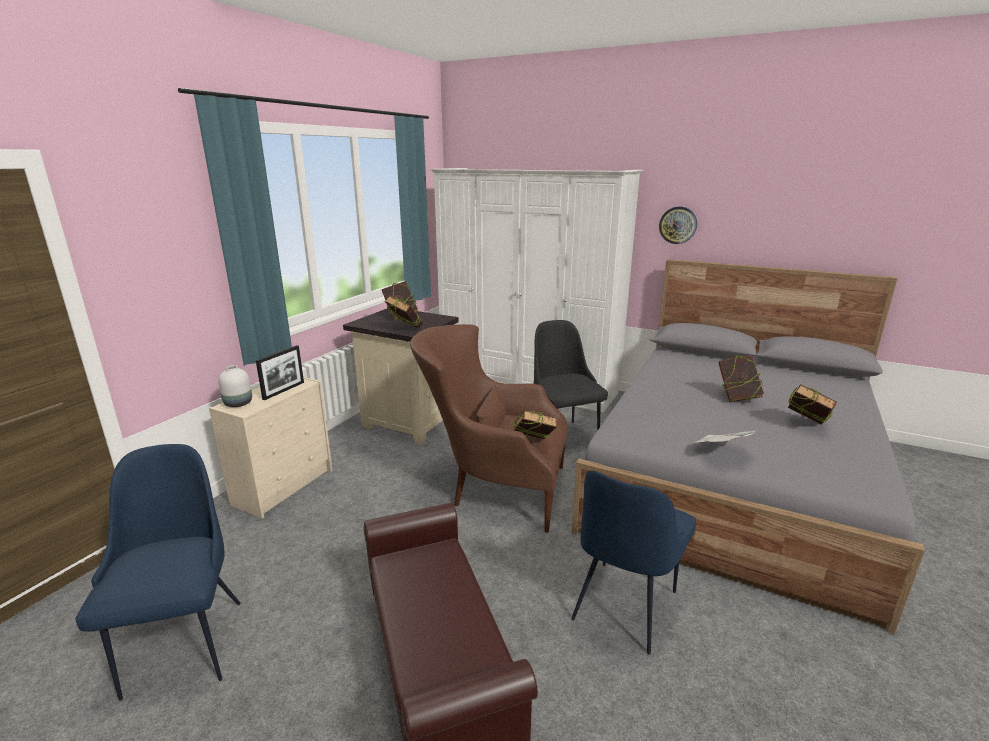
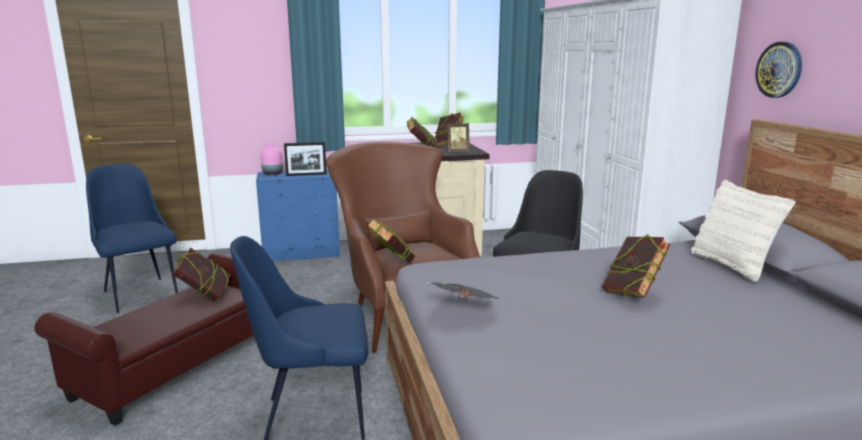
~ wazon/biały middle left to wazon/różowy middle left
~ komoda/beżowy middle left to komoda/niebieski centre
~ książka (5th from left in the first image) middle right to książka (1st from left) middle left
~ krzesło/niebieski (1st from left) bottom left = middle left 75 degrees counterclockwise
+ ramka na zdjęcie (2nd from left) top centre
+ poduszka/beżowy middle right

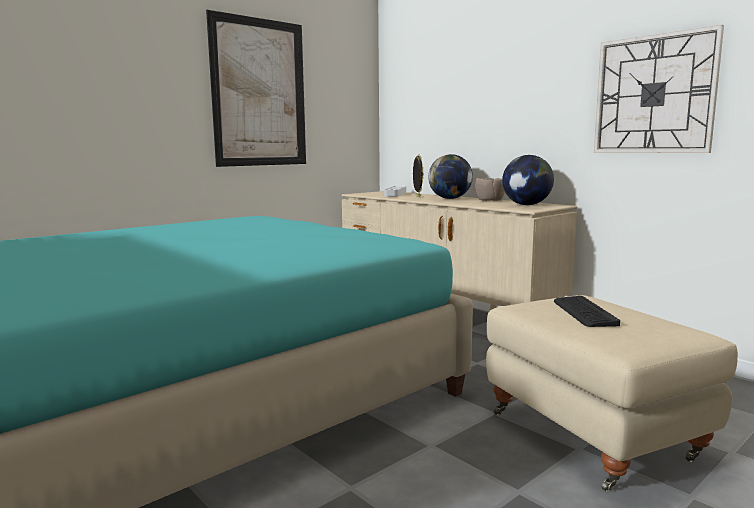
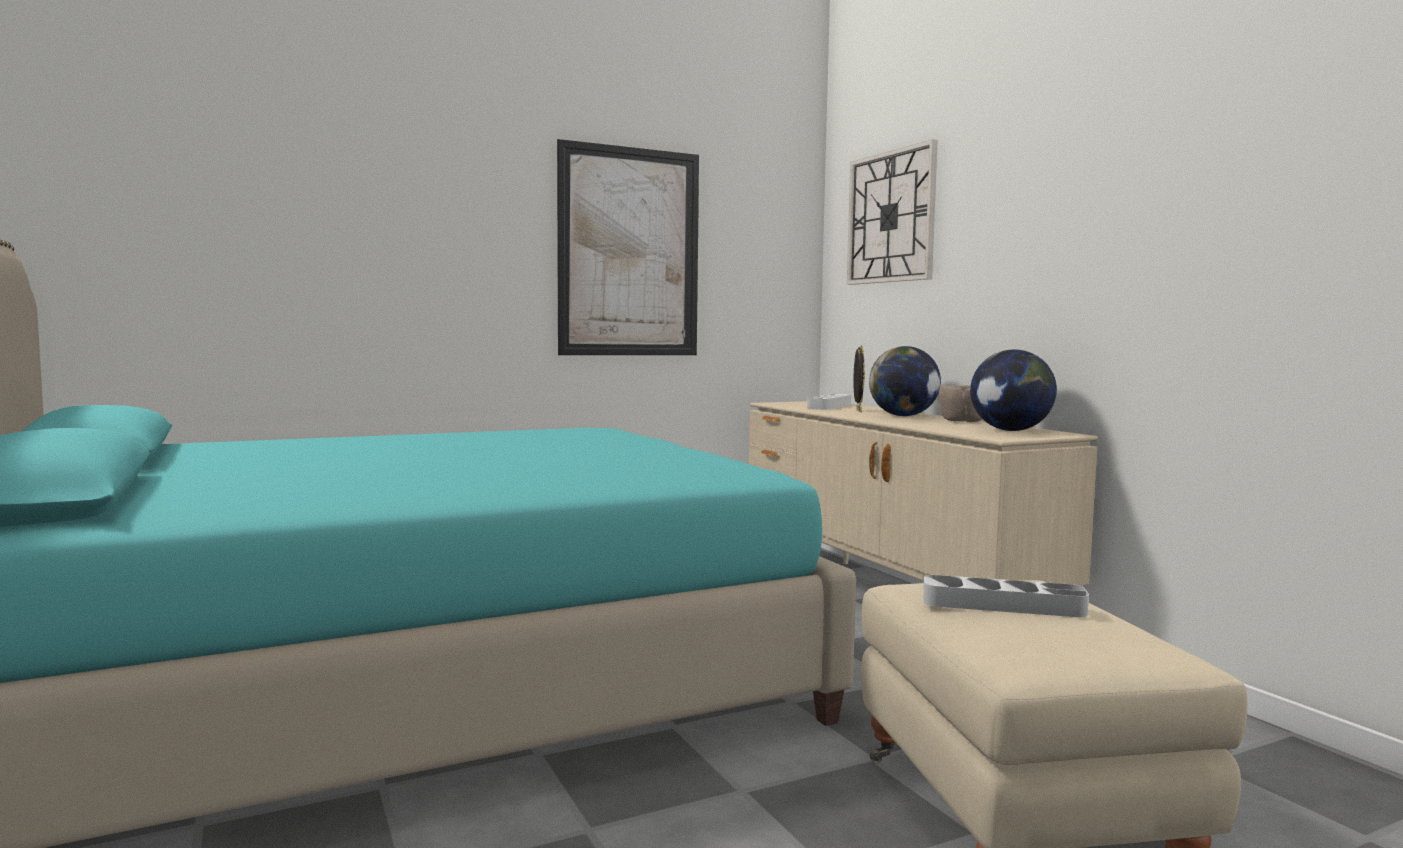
~ zegar ścienny top right to top centre
~ klawiatura middle right to taca/szary (2nd from left) bottom right

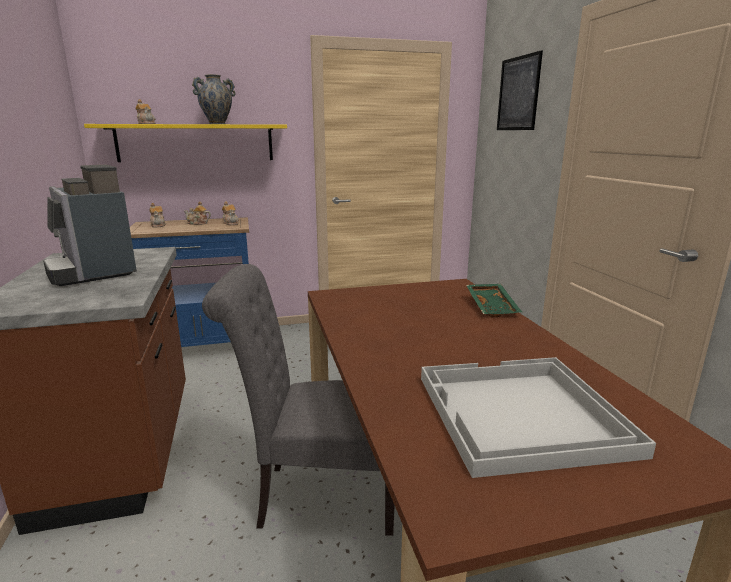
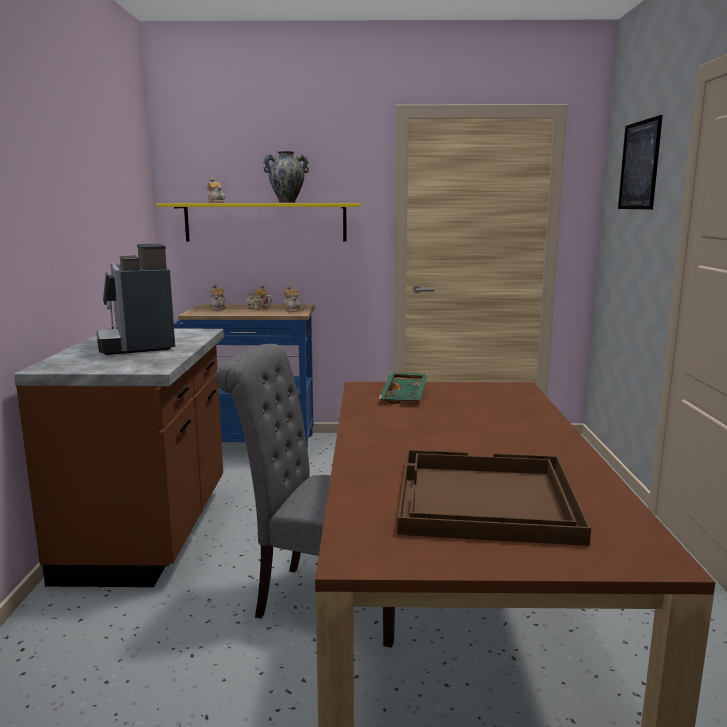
~ taca/zielony middle right to centre
~ taca/biały bottom right to taca/brązowy bottom right

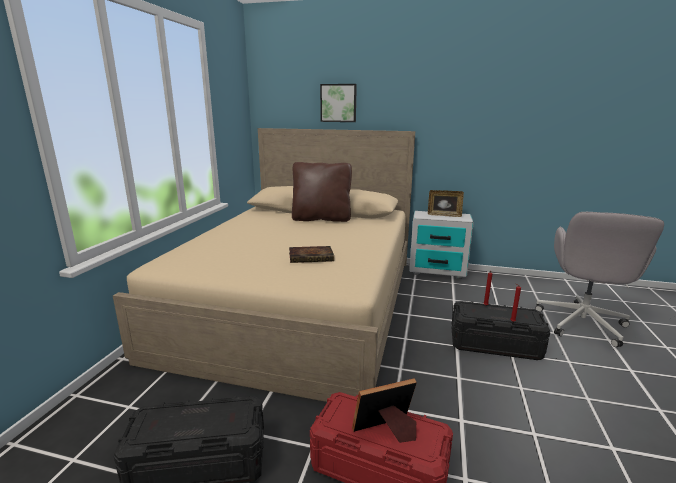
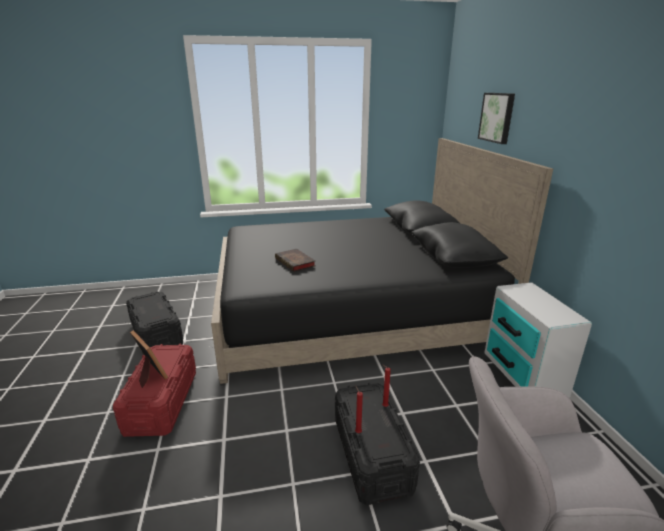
~ łóżko/beżowy centre to łóżko/czarny centre
- poduszka/brązowy centre
- ramka na zdjęcie (2nd from left) centre

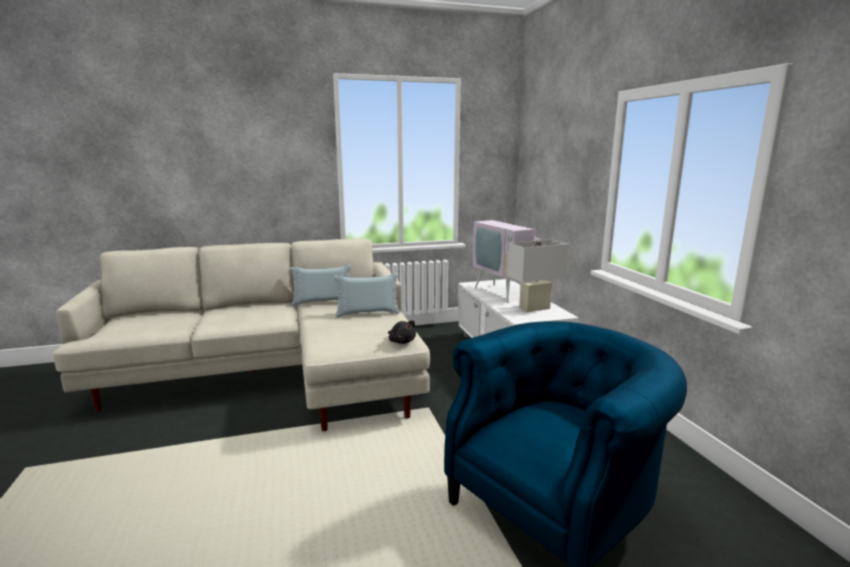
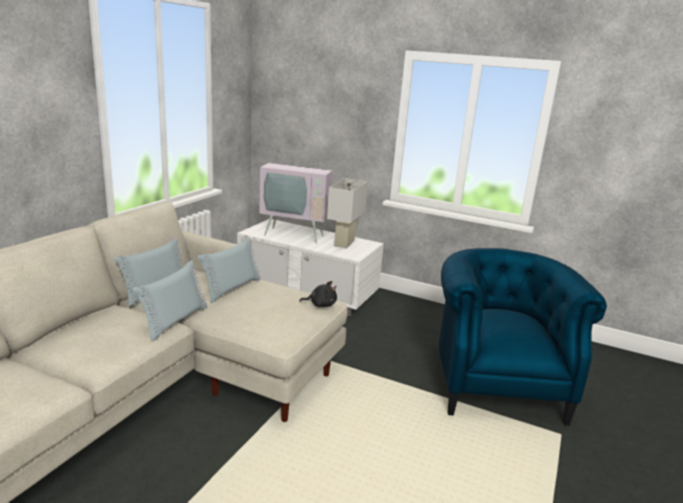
+ poduszka/niebieski (2nd from left) middle left

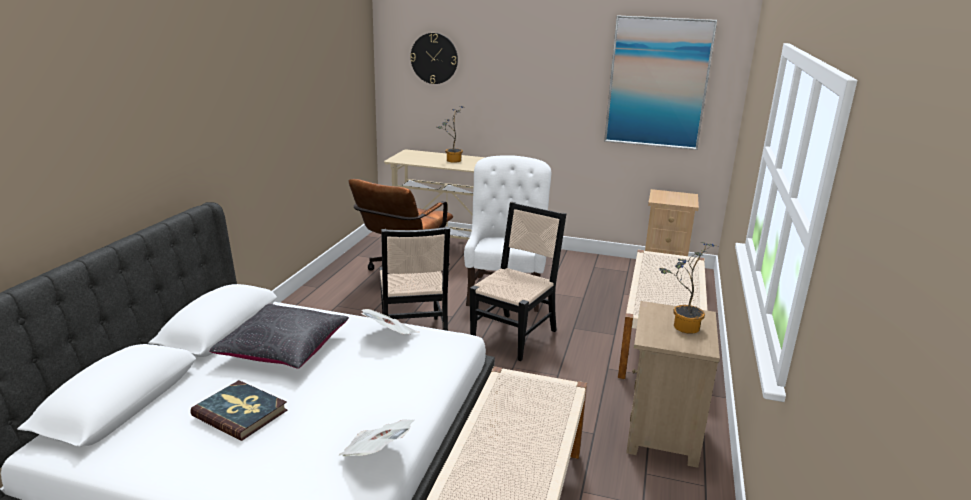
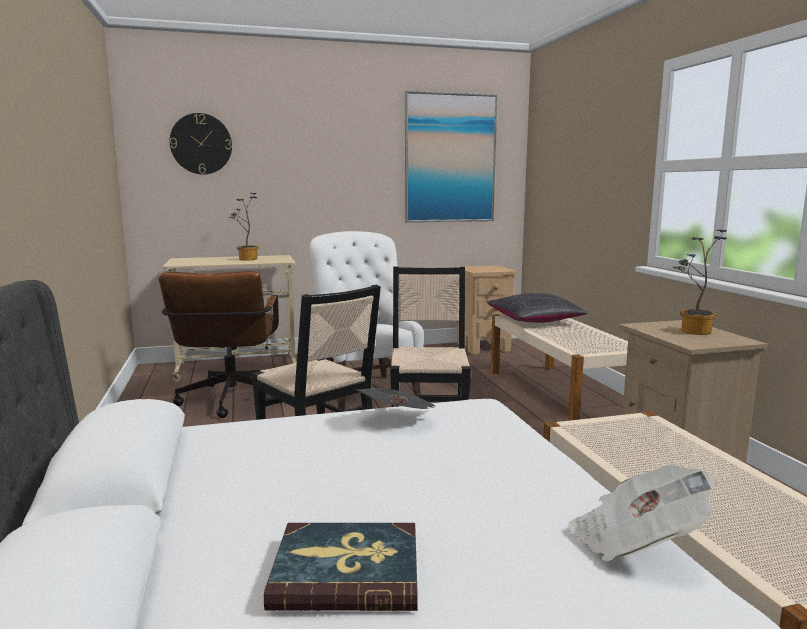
~ poduszka/czarny bottom left to centre

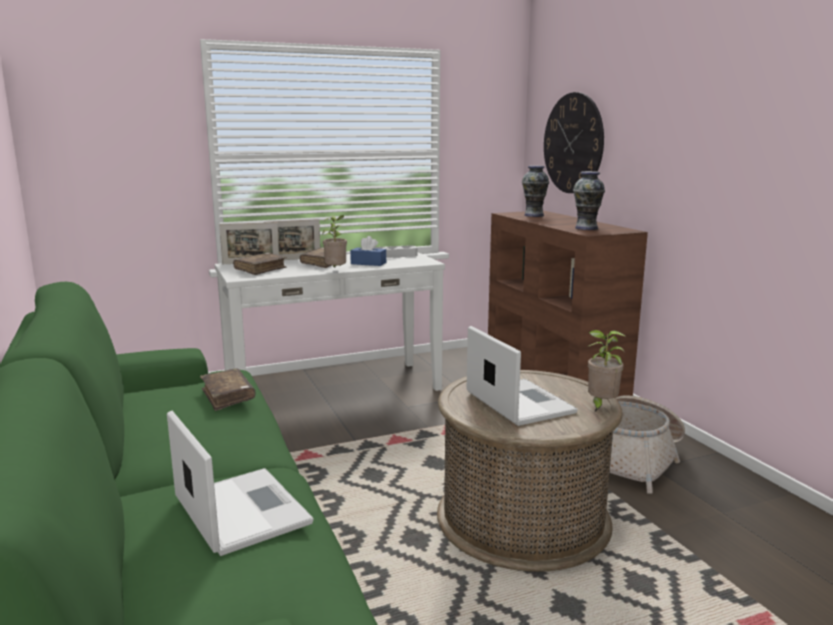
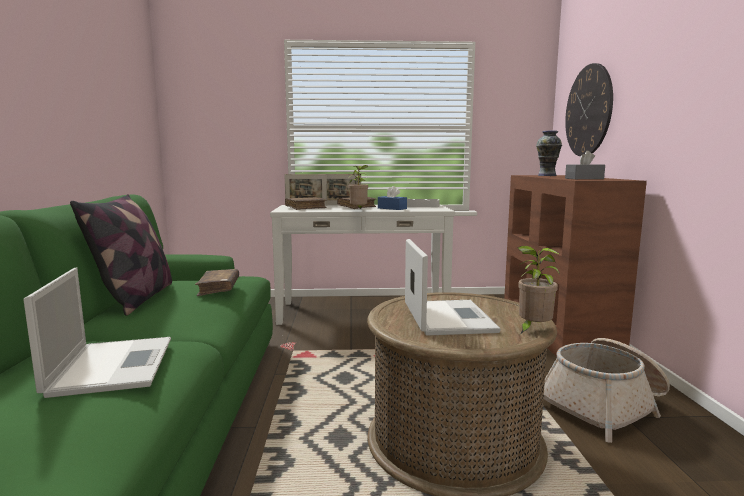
~ wazon (2nd from left) top right to pudełko chusteczek/szary top right
+ poduszka middle left

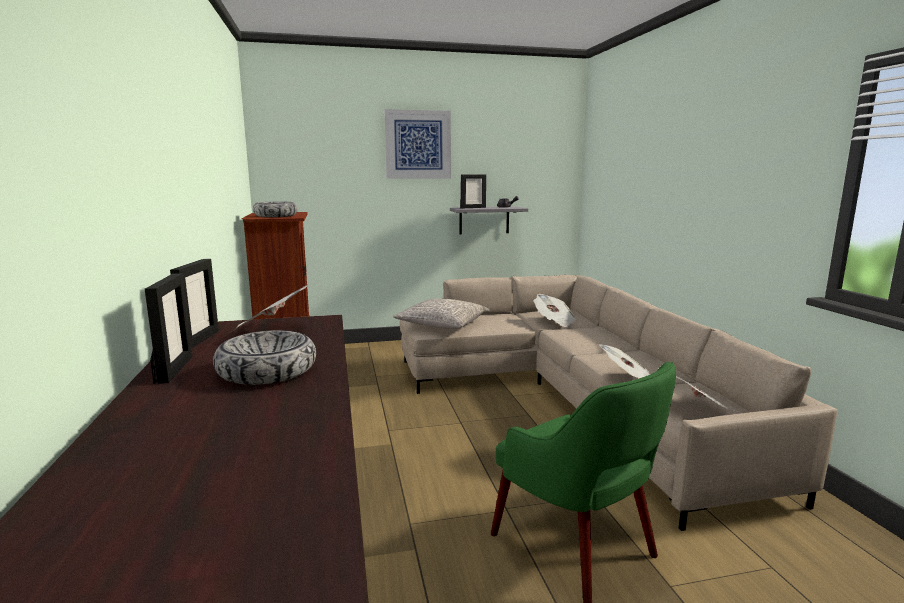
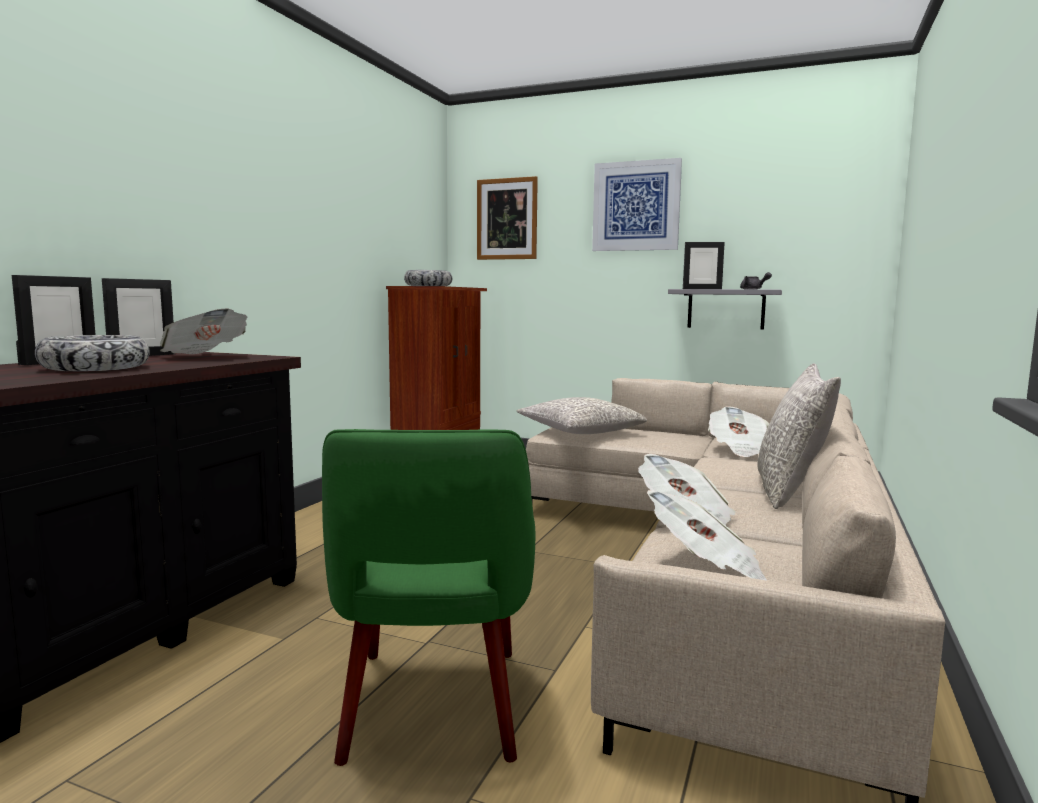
+ obraz (1st from left) top centre
+ poduszka/szary (2nd from left) middle right

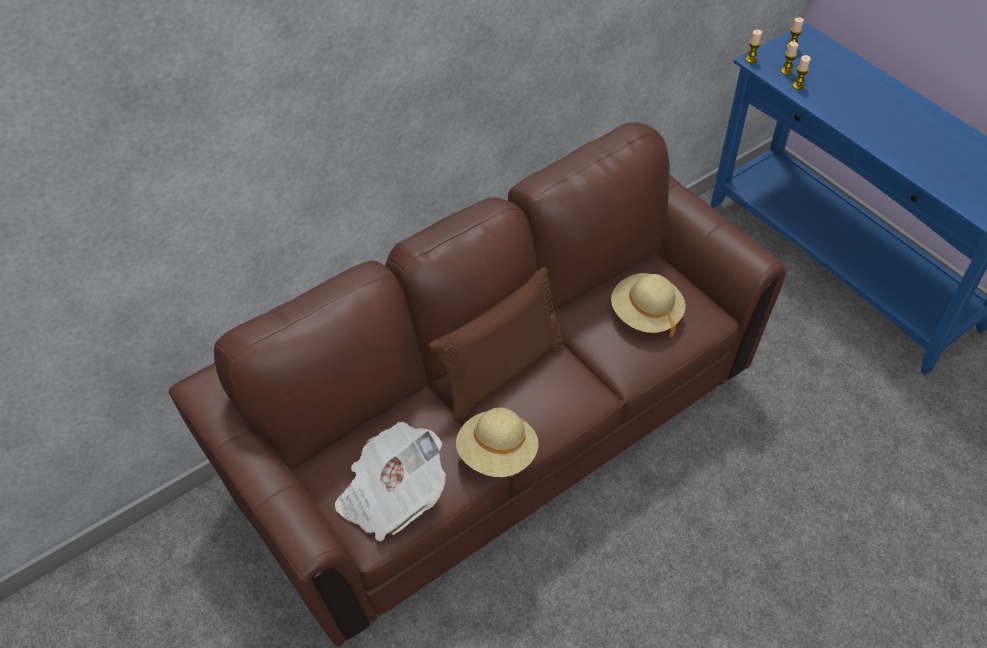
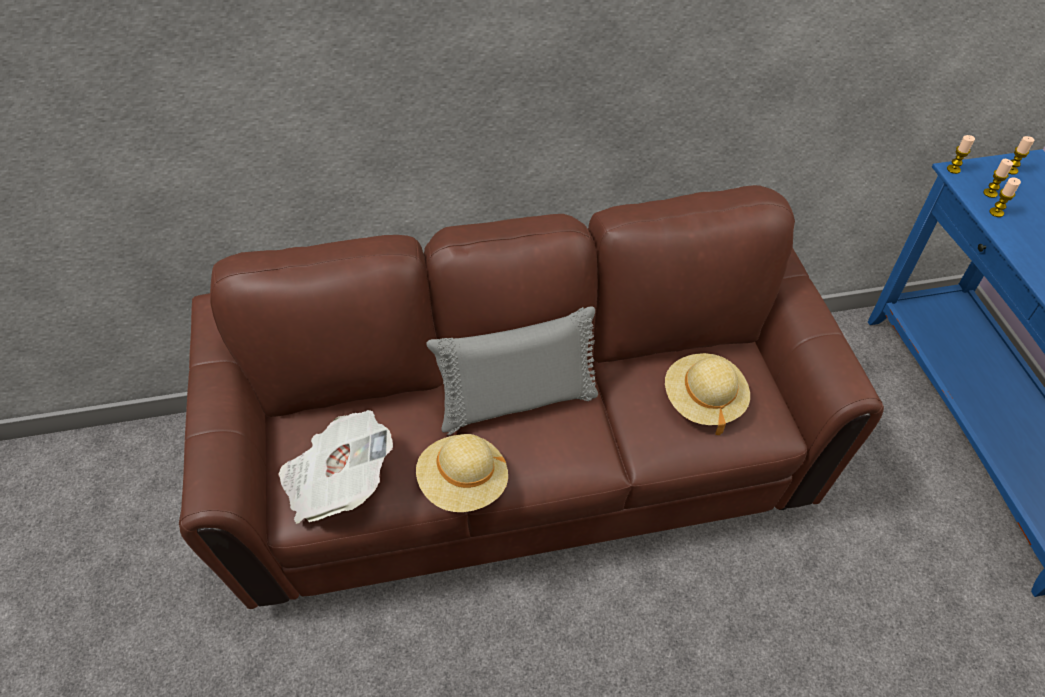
~ poduszka/brązowy centre to poduszka/szary centre

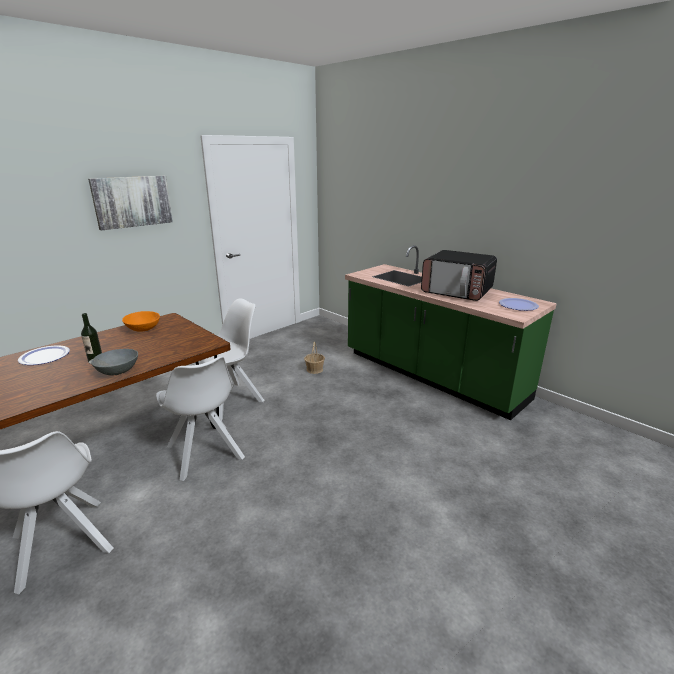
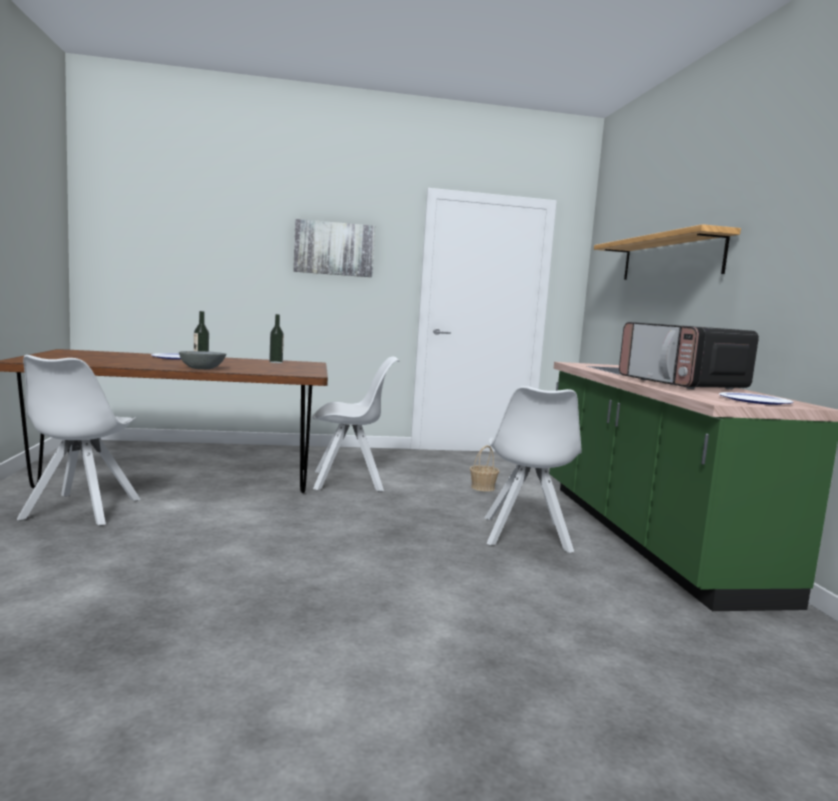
~ miska/pomarańczowy middle left to butelka (2nd from left) middle left
~ krzesło/biały (2nd from left in the first image) middle left to krzesło/biały (3rd from left) centre
+ półka top right

